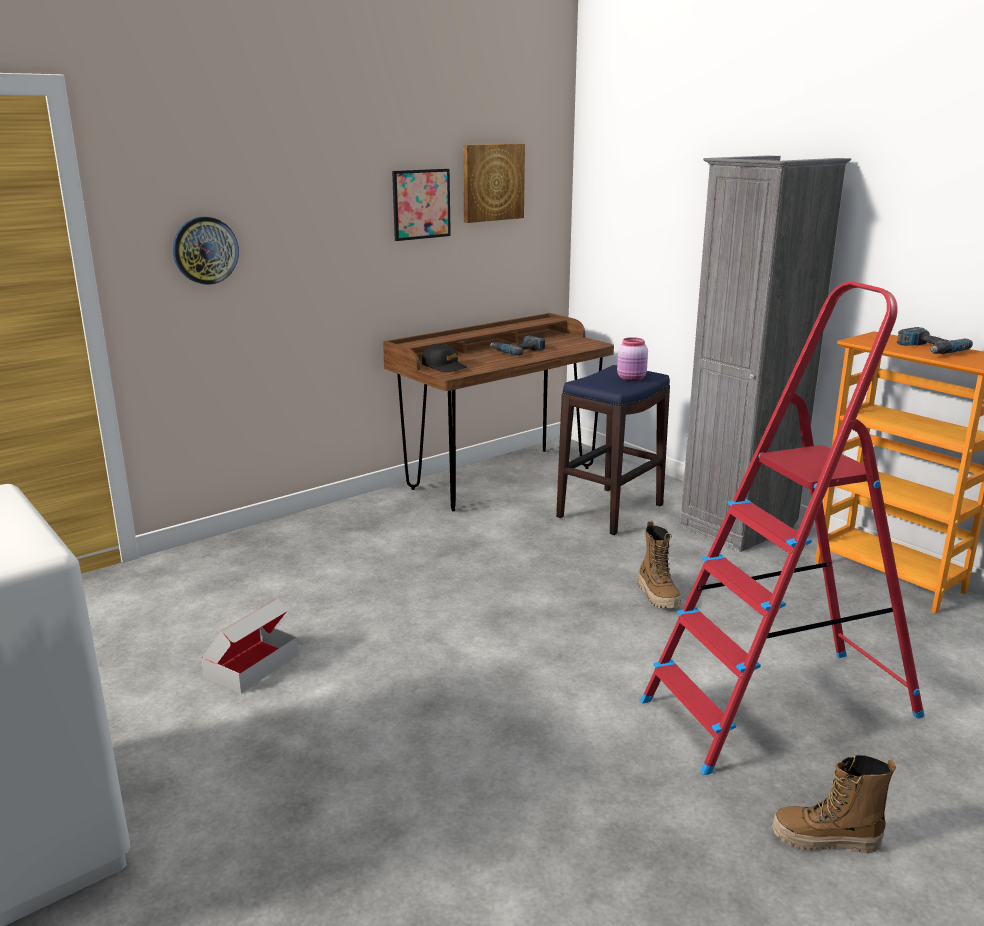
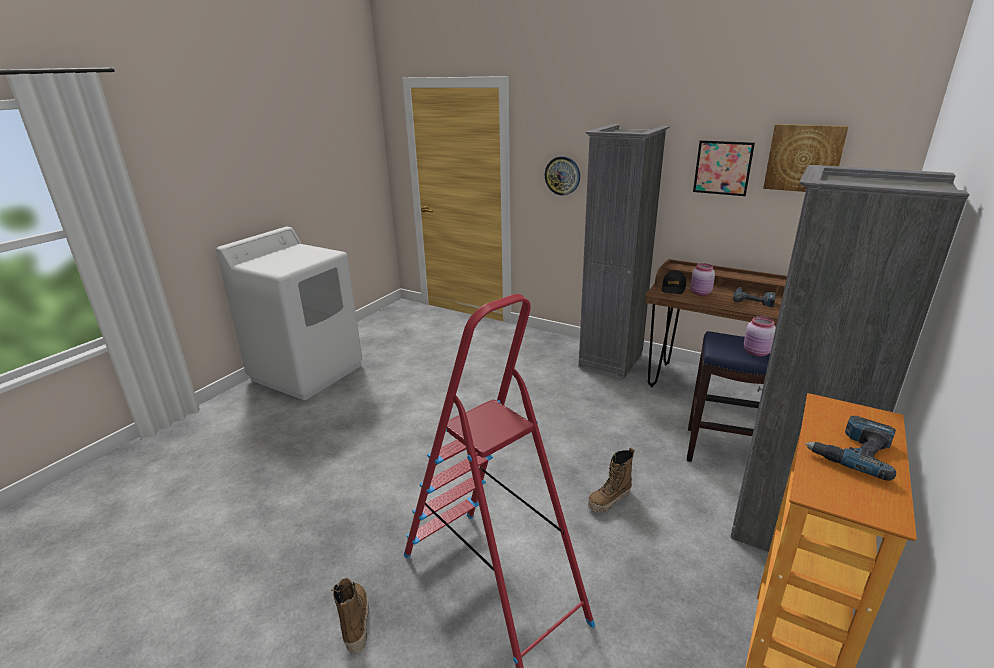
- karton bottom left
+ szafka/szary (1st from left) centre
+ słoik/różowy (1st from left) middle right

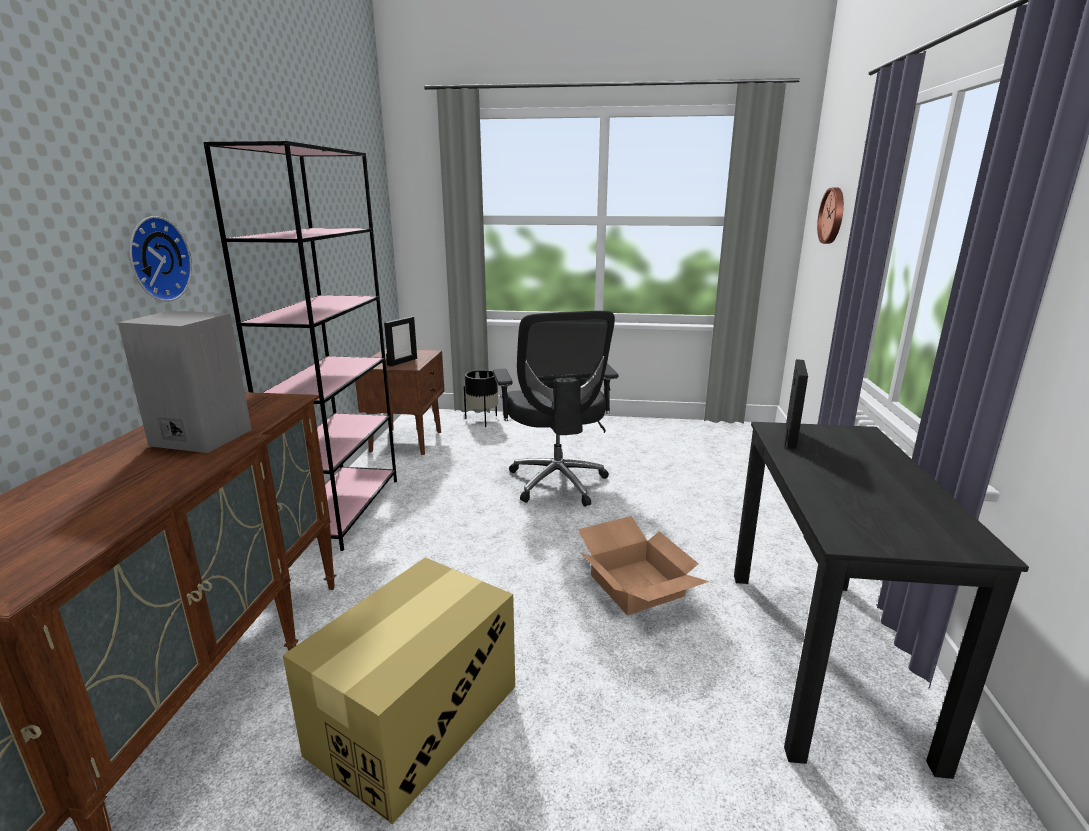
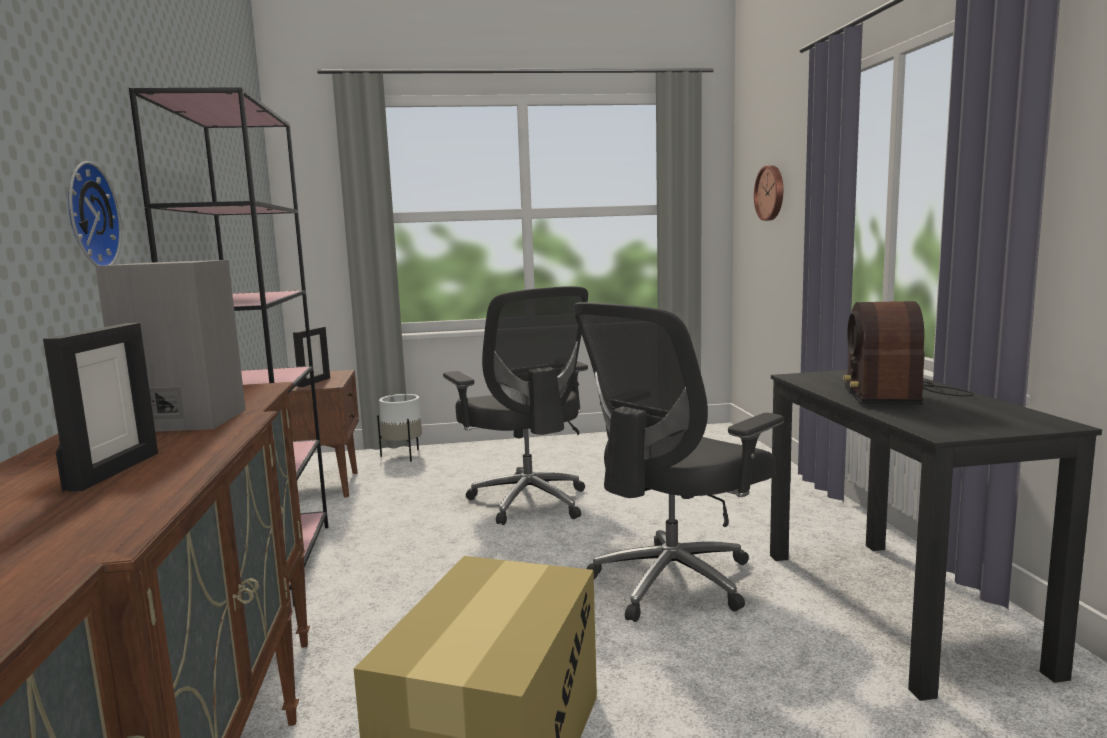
~ ramka na zdjęcie (2nd from left in the first image) middle right to ramka na zdjęcie (1st from left) middle left
~ donica/czarny centre to donica/biały centre
~ karton (2nd from left) bottom centre to krzesło biurowe (2nd from left) centre
+ radio middle right

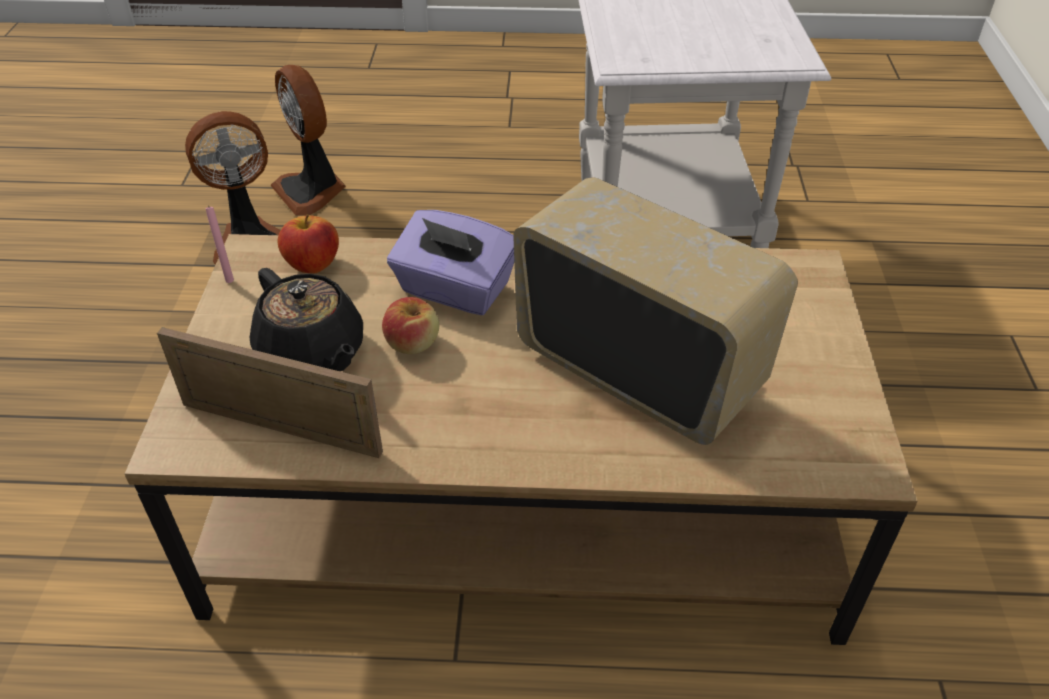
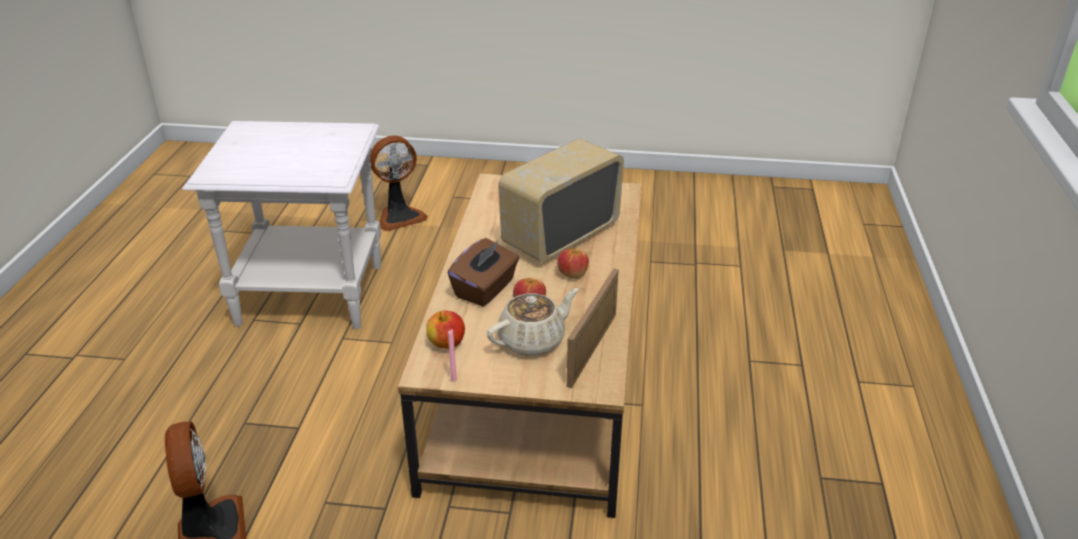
~ wentylator (2nd from left) top left to centre
~ pudełko chusteczek/fioletowy centre to pudełko chusteczek/brązowy centre
~ imbryk/czarny middle left to imbryk/beżowy centre
+ jabłko (3rd from left) centre

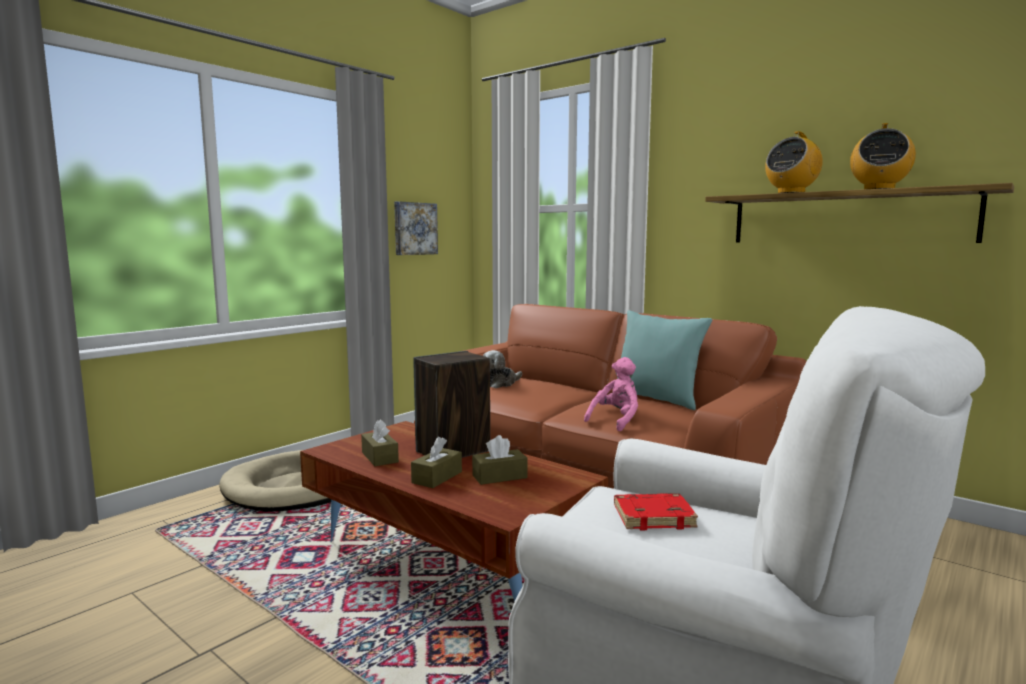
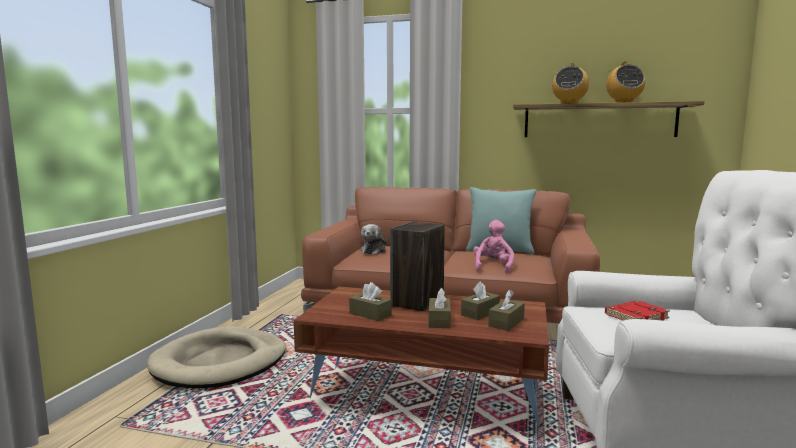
- obraz centre
+ pudełko chusteczek/brązowy (4th from left) bottom centre

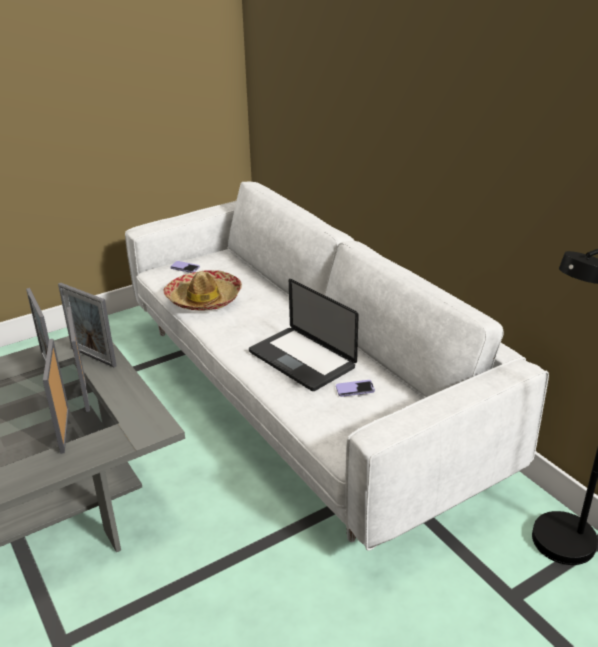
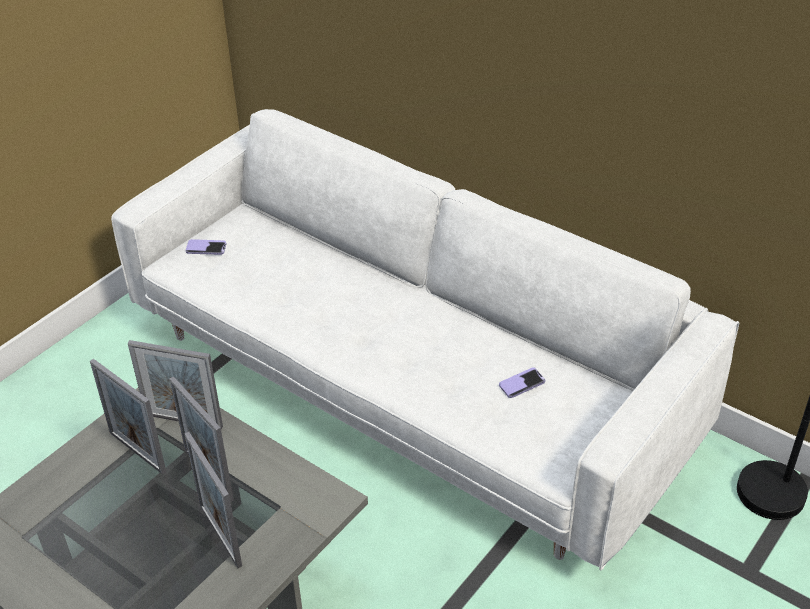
- kapelusz centre
- laptop centre

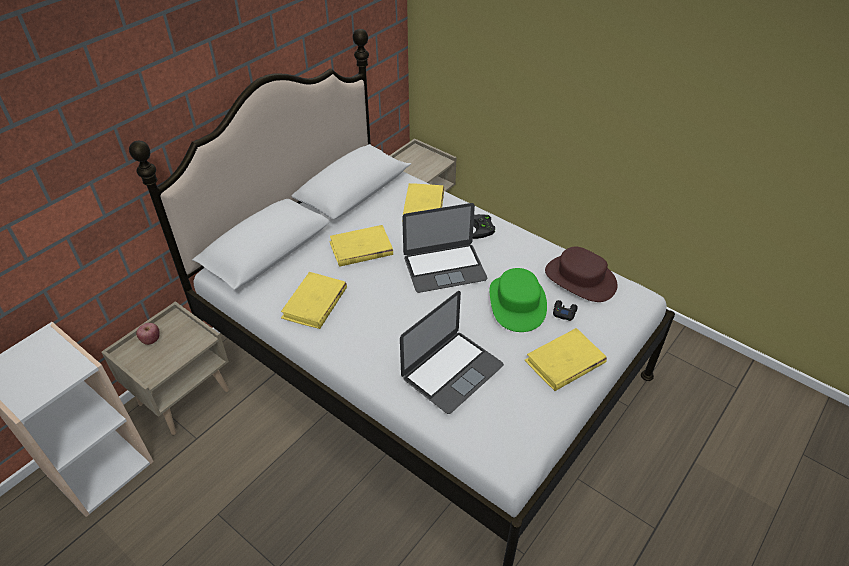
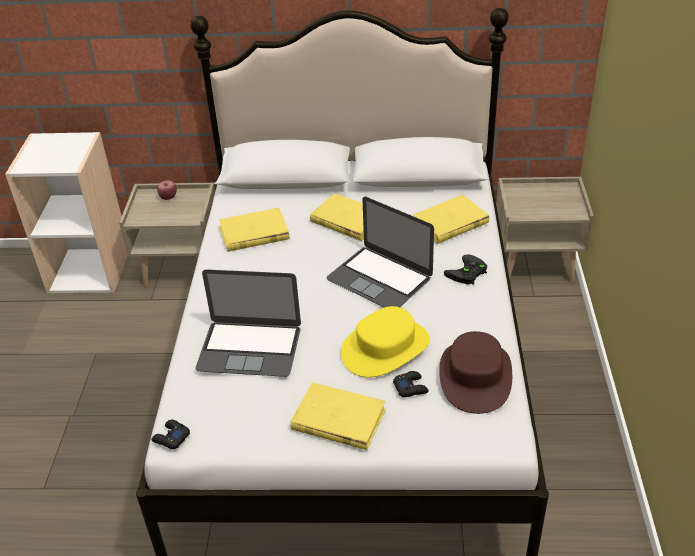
~ kapelusz/zielony centre to kapelusz/żółty centre
+ pad do gier/czarny (1st from left) bottom left

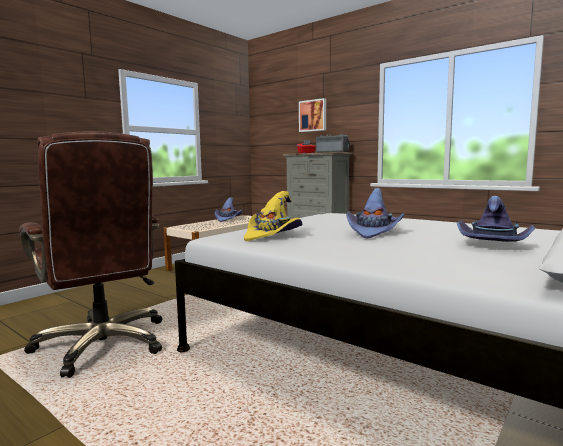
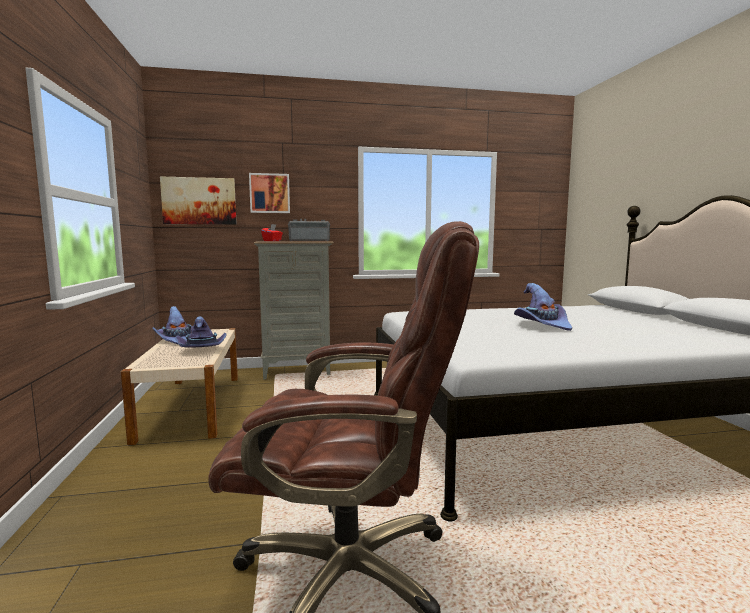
- kapelusz/żółty centre
~ kapelusz/fioletowy (3rd from left in the first image) middle right to kapelusz/fioletowy (2nd from left) middle left
+ obraz (1st from left) top left

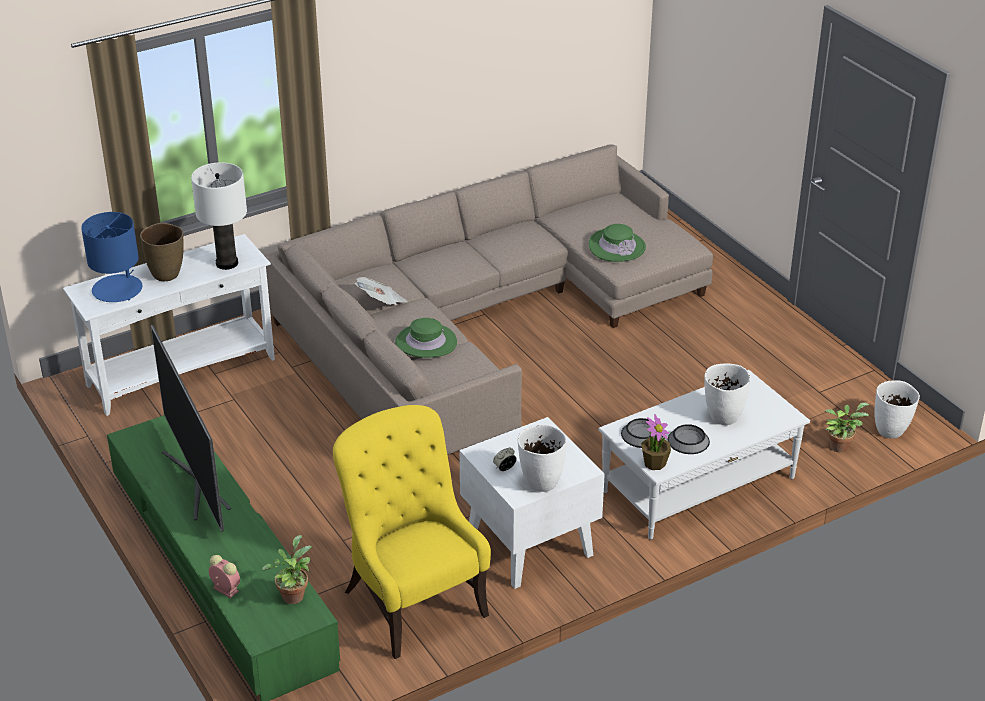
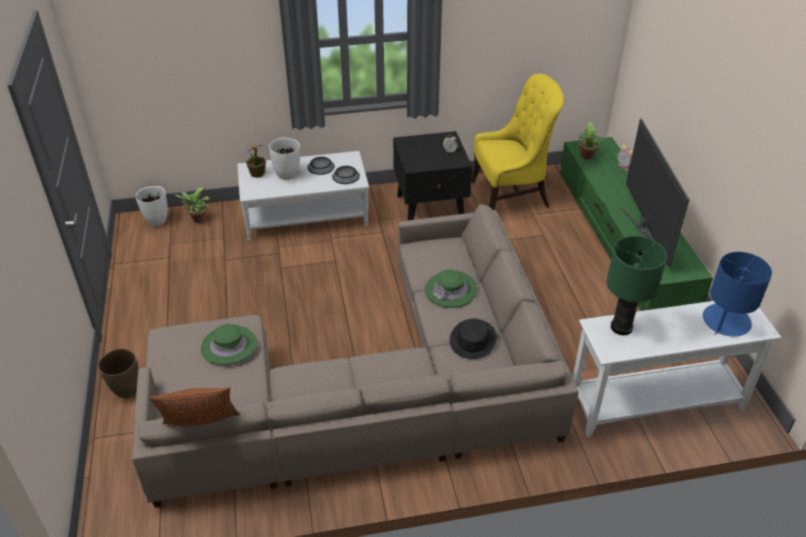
~ lampa stołowa/biały top left to lampa stołowa/zielony middle right
~ wazon/brązowy middle left to bottom left
~ gazeta centre to kapelusz/czarny centre
~ fotel/żółty bottom centre = top centre 90 degrees counterclockwise
~ roślina doniczkowa (2nd from left) centre to top left
~ szafka nocna/biały bottom centre to szafka nocna/czarny top centre
- wazon/biały (1st from left) centre
+ poduszka/brązowy bottom left

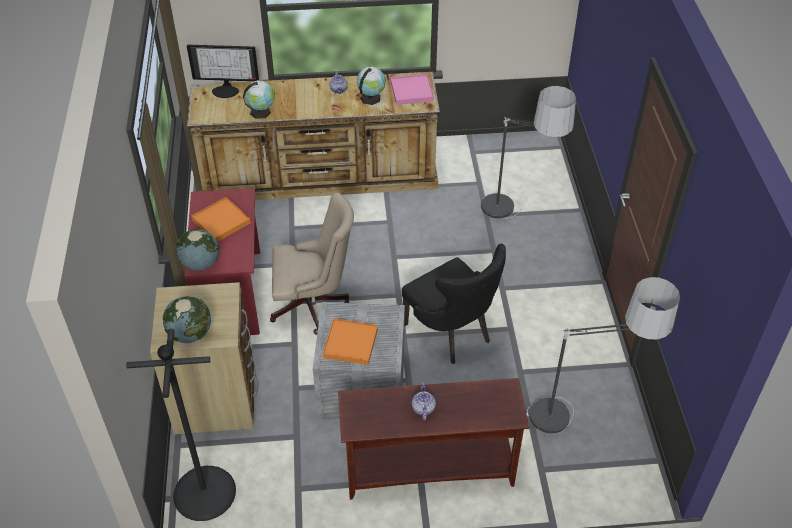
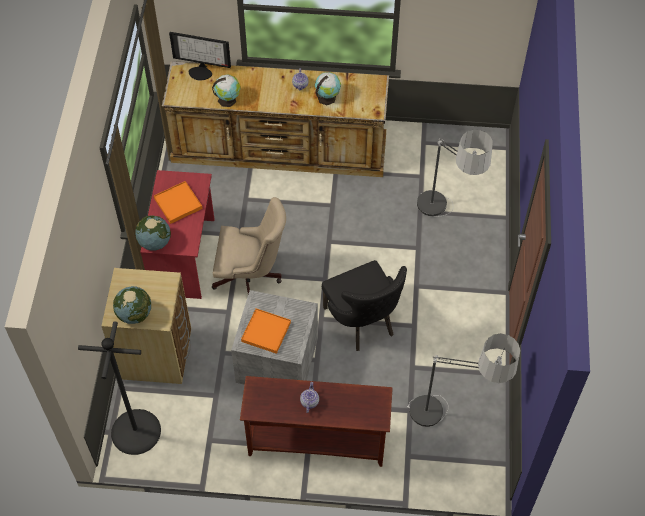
- taca/różowy top centre

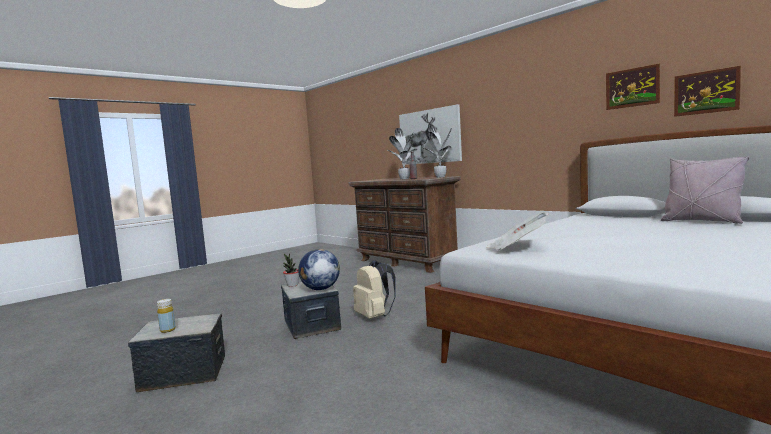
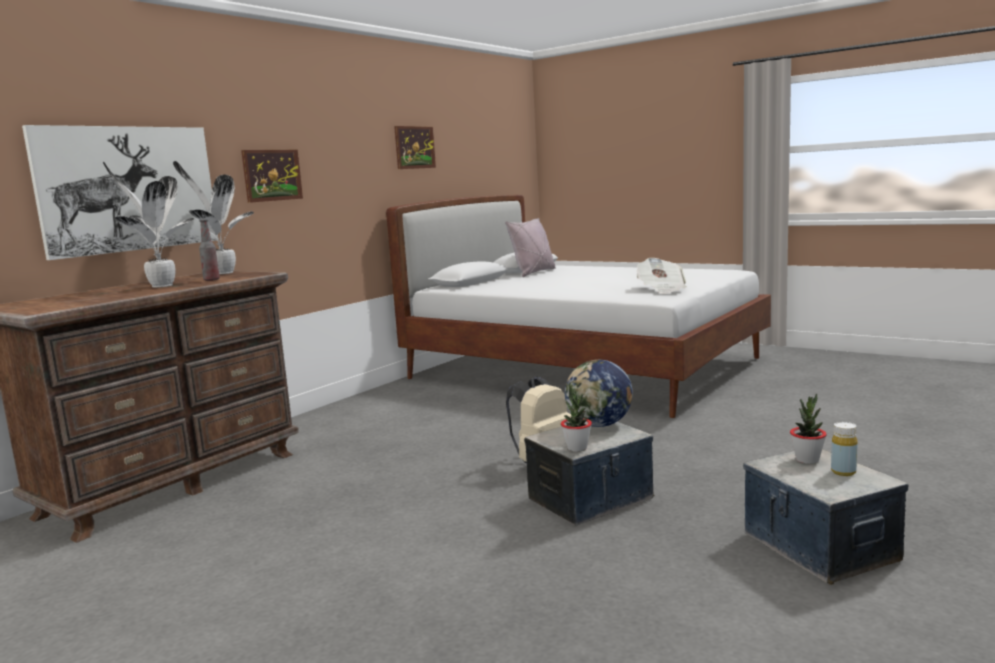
~ obraz (3rd from left in the first image) top right to obraz (2nd from left) top left
+ roślina doniczkowa (4th from left) middle right

